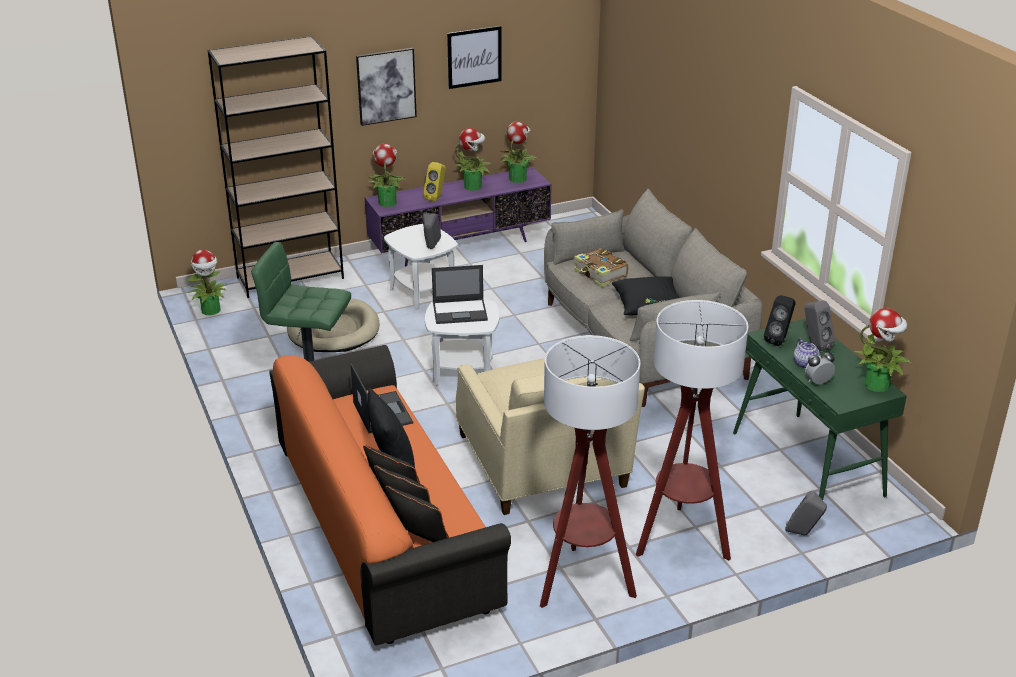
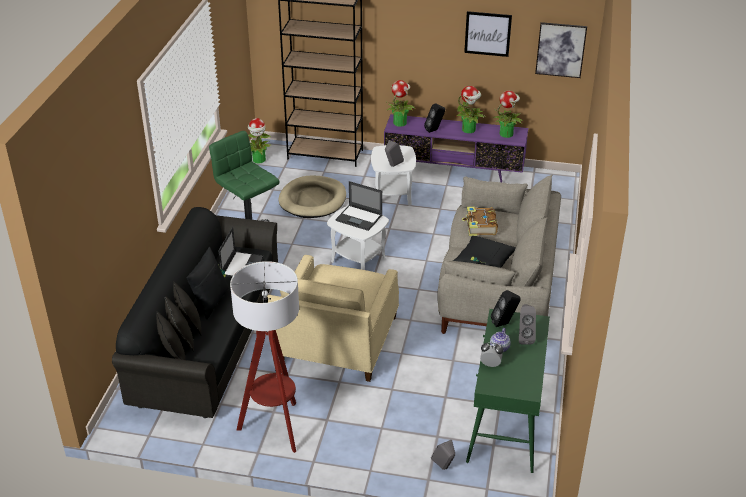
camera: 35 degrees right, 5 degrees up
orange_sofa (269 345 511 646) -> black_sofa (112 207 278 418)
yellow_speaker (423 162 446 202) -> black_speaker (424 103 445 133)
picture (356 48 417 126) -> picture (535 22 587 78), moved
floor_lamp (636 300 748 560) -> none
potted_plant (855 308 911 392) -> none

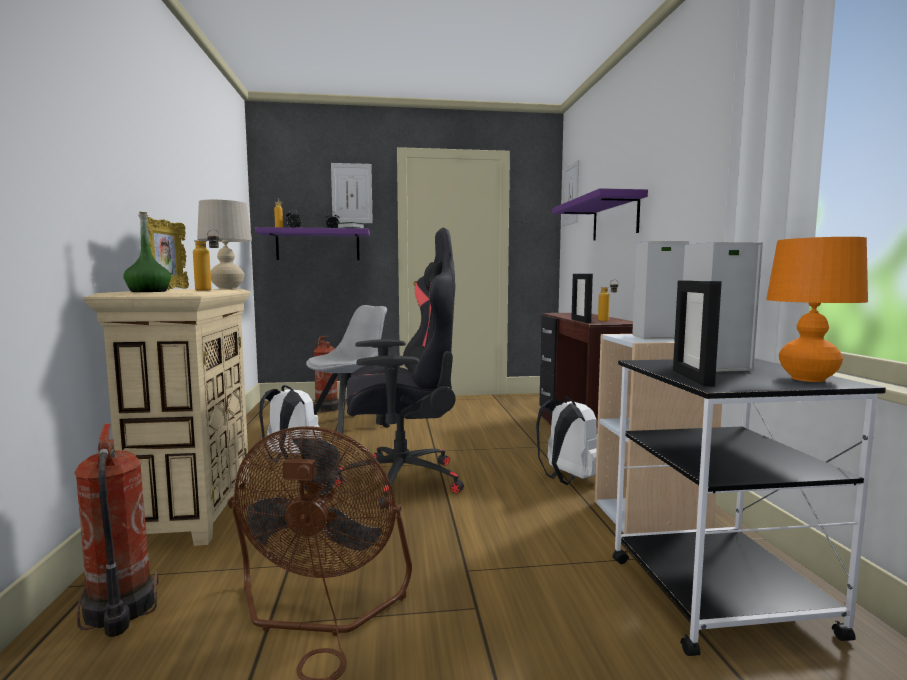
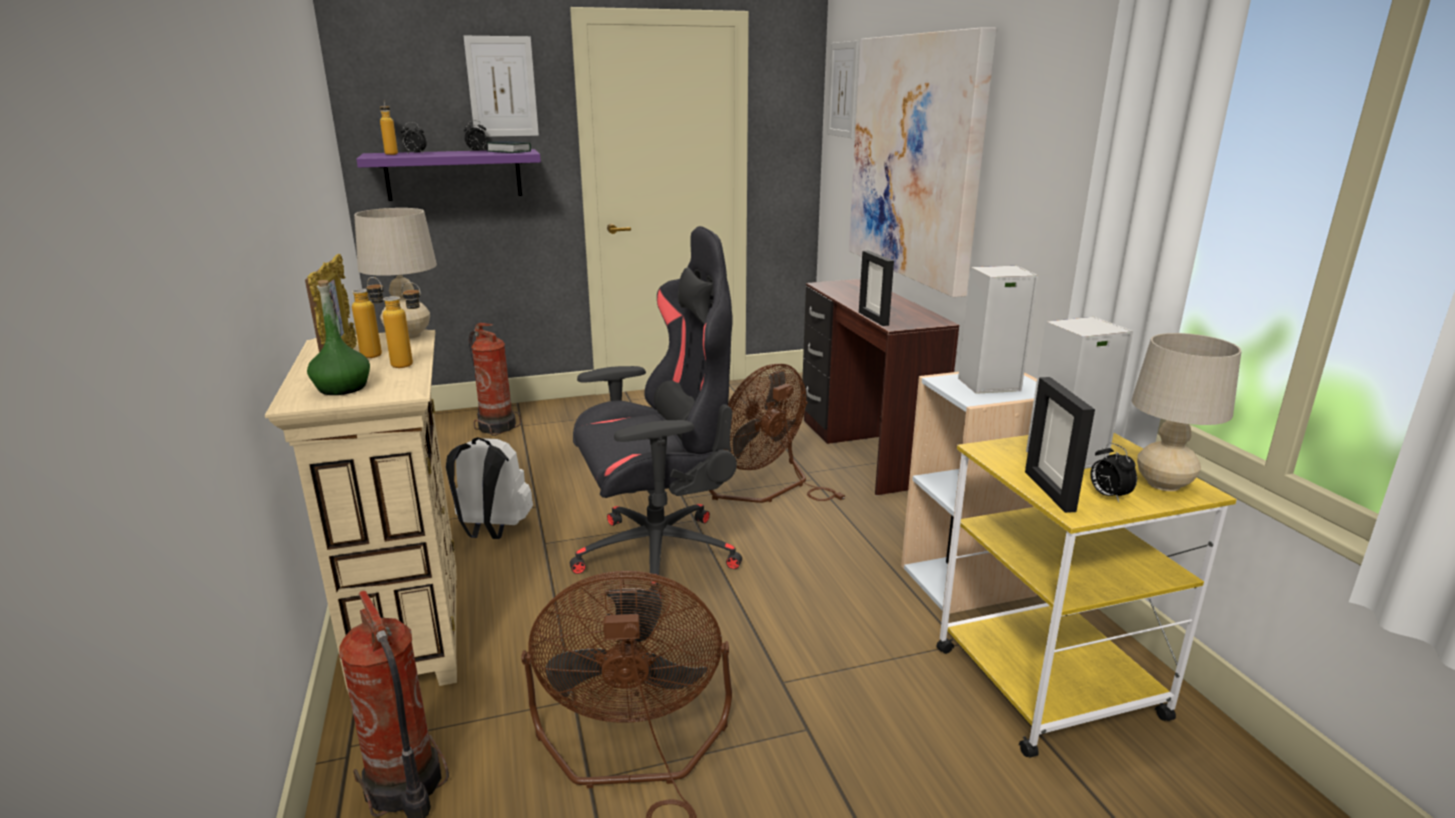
camera: 10 degrees left, 15 degrees up
bottle (598 280 619 322) -> bottle (352 277 384 358), moved
none -> brown_fan (709 364 845 503)
purple_shelf (552 188 648 241) -> picture (849 27 997 297)
black_cart (613 358 886 656) -> yellow_cart (936 433 1237 758)
none -> alarm_clock (1090 443 1137 502)
orange_table_lamp (766 237 868 382) -> beige_table_lamp (1132 333 1241 491)
grey_chair (306 305 390 440) -> none
white_backpack (536 396 597 485) -> none

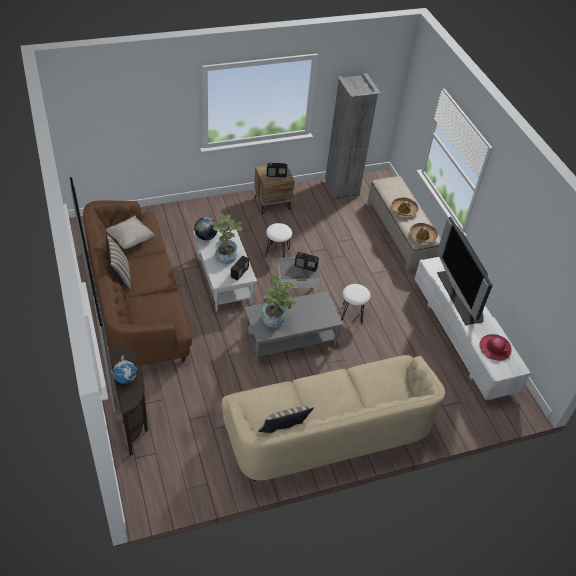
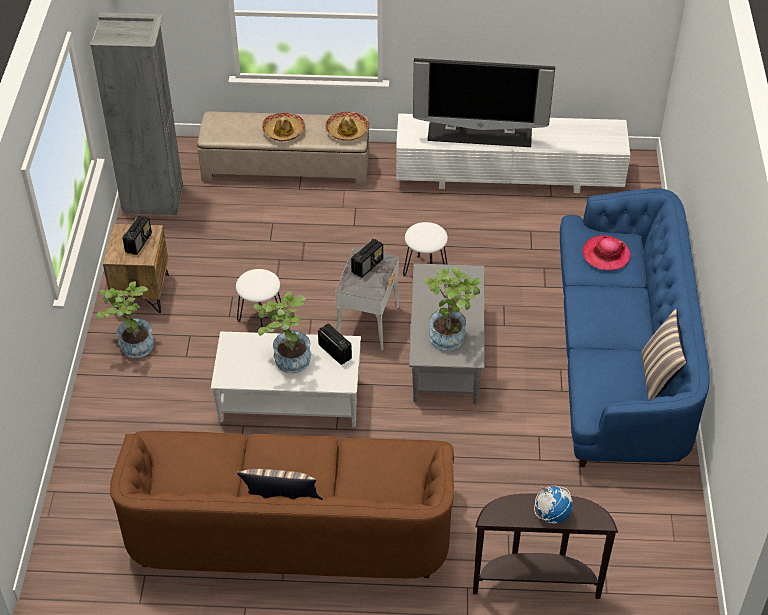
camera: 65 degrees left, 0 degrees up
none -> potted_plant (96 281 154 358)
beige_sofa (221 355 445 481) -> blue_sofa (560 188 710 467)
hat (480 334 512 361) -> hat (583 235 631 270), moved
beige_pillow (106 216 155 249) -> none
globe (194 217 217 240) -> none

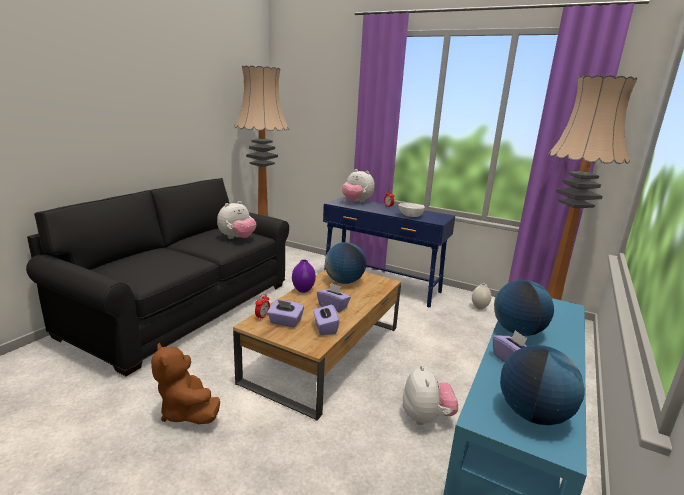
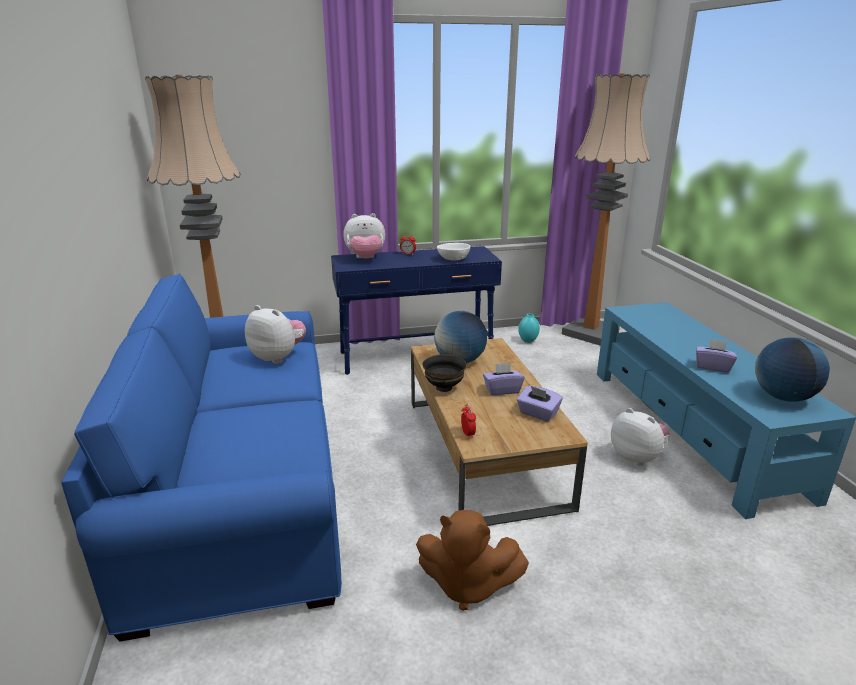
camera: 40 degrees left, 5 degrees up
black_sofa (26 178 289 376) -> blue_sofa (61 274 342 642)
plush_toy (217 201 257 239) -> plush_toy (245 305 306 364), 60 degrees counterclockwise
purple_vase (292 259 316 293) -> black_bowl (423 354 466 392)
white_vase (472 283 492 309) -> turquoise_vase (518 313 540 343)
purple_tissue_box (267 300 304 327) -> none
globe (494 280 554 336) -> none

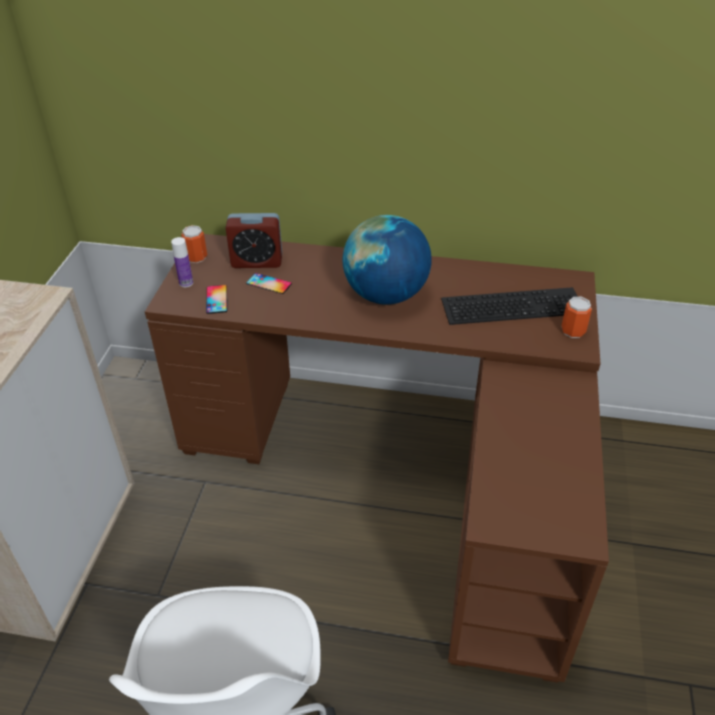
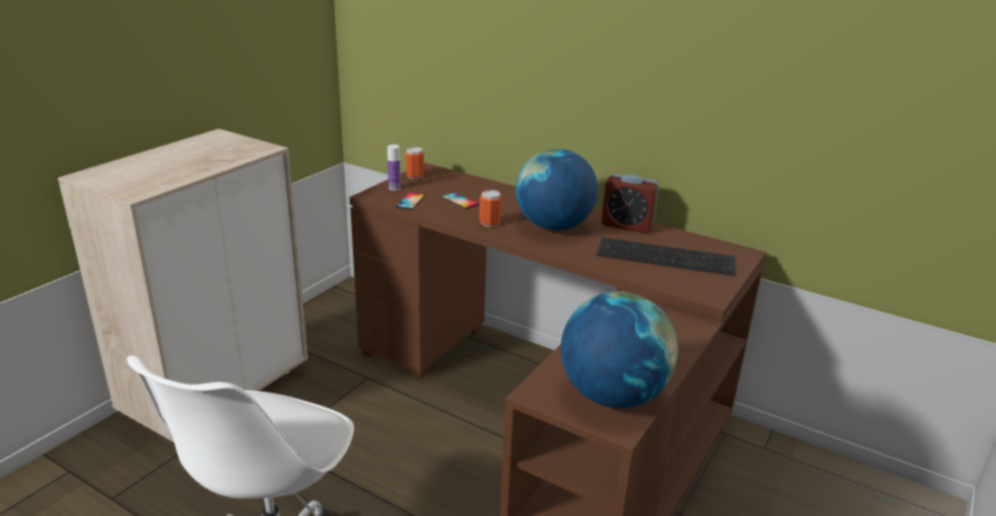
camera: 20 degrees right, 15 degrees down
can (561 297 592 338) -> can (479 190 502 227), moved
none -> globe (561 291 678 408)
alarm_clock (225 213 282 268) -> alarm_clock (602 174 659 233), moved

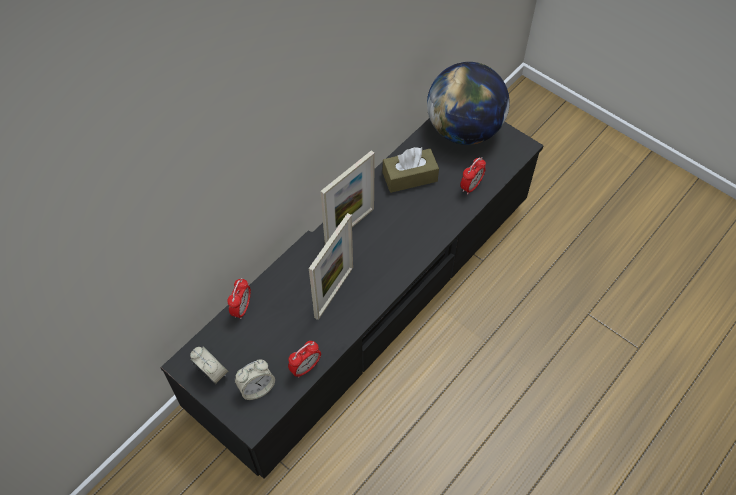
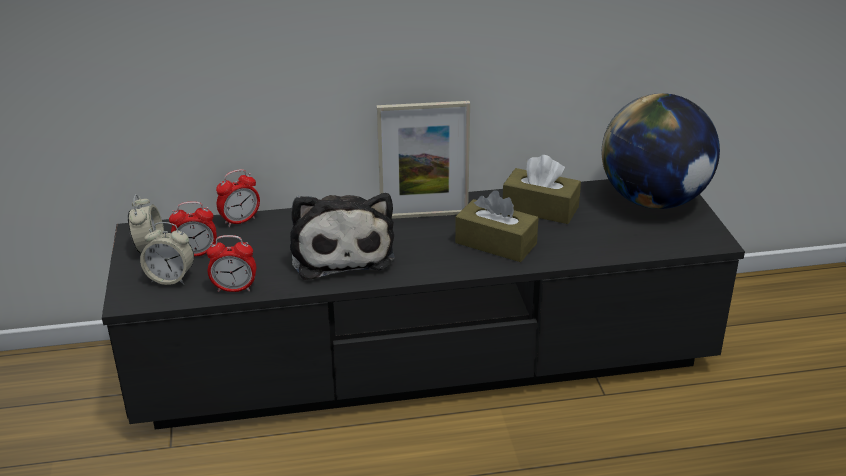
camera: 40 degrees right, 25 degrees down
alarm_clock (460 157 486 195) -> alarm_clock (169 202 217 257), moved
picture_frame (309 213 353 320) -> plush_toy (290 193 395 280)
none -> brown_tissue_box (455 190 539 262)

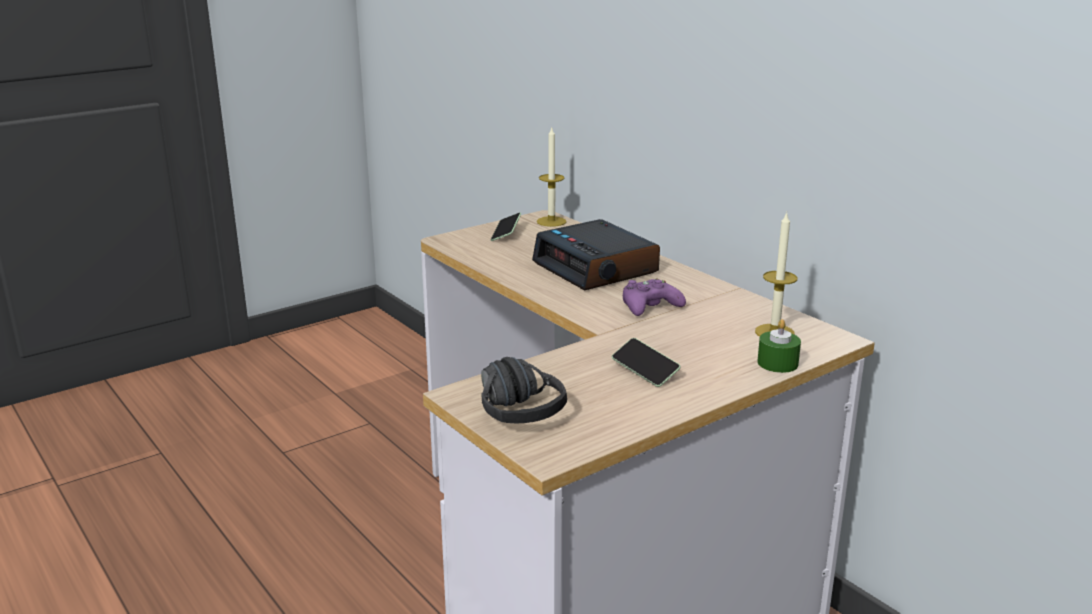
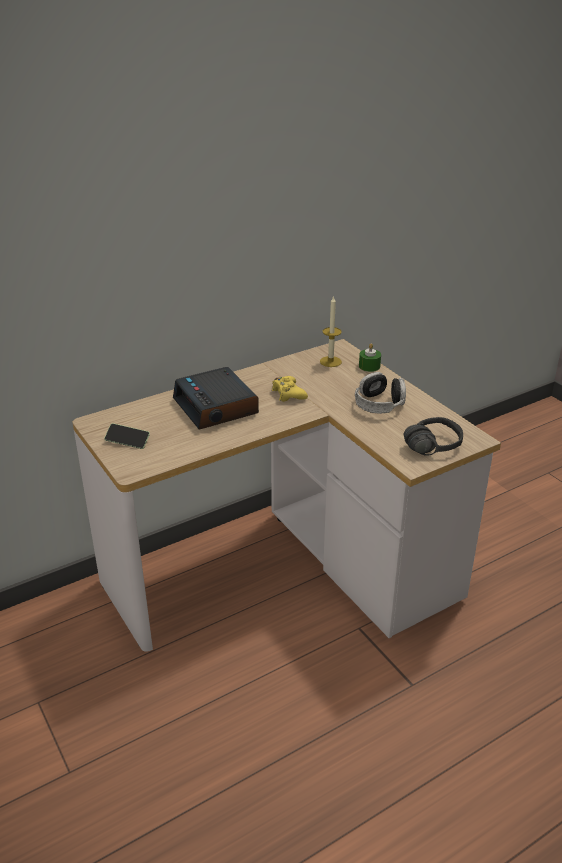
camera: 85 degrees left, 10 degrees up
alarm_clock (532 219 660 291) -> alarm_clock (173 367 259 430), 90 degrees clockwise
purple_game_controller (623 278 686 316) -> yellow_game_controller (272 376 308 402)
phone (612 338 681 387) -> headphones (355 372 406 414)
candle (537 128 566 227) -> none

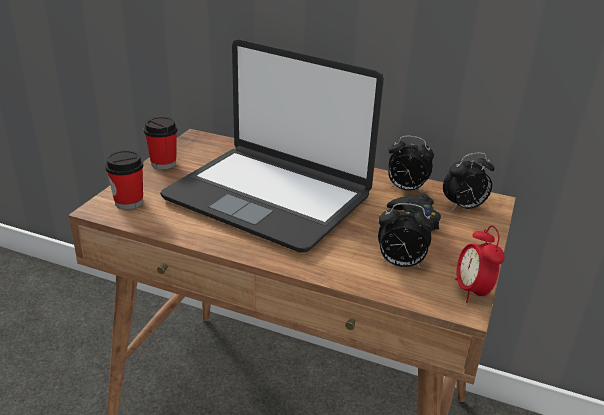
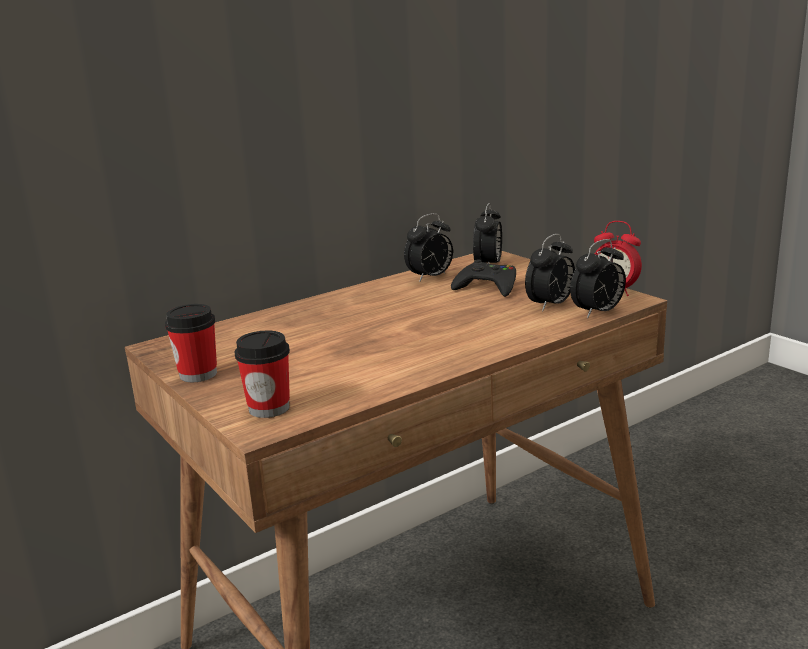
camera: 55 degrees left, 10 degrees down
none -> alarm_clock (570 239 626 318)
laptop (160 39 384 253) -> none

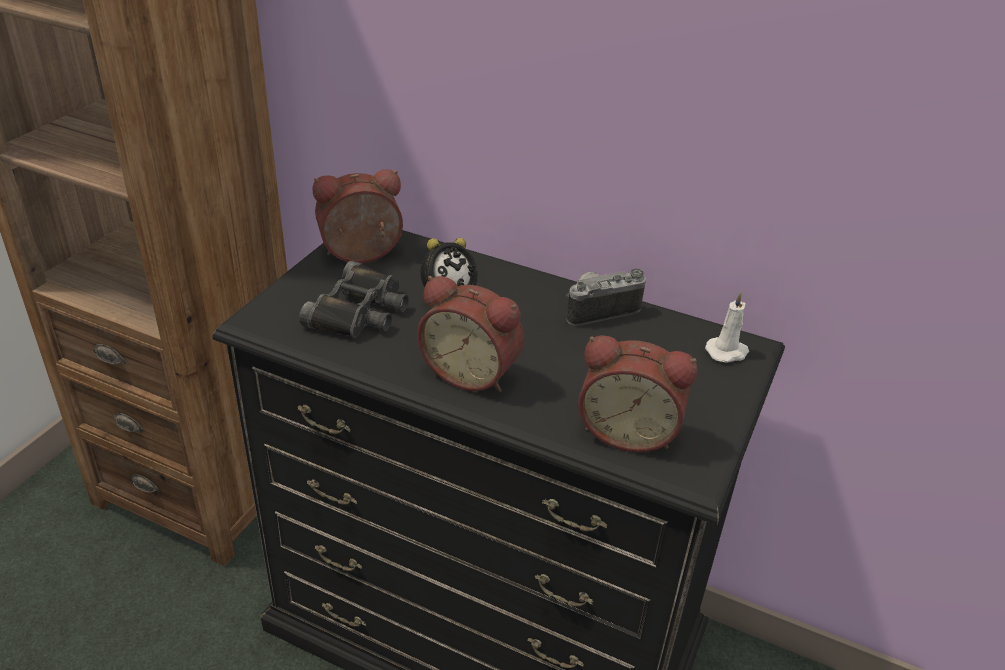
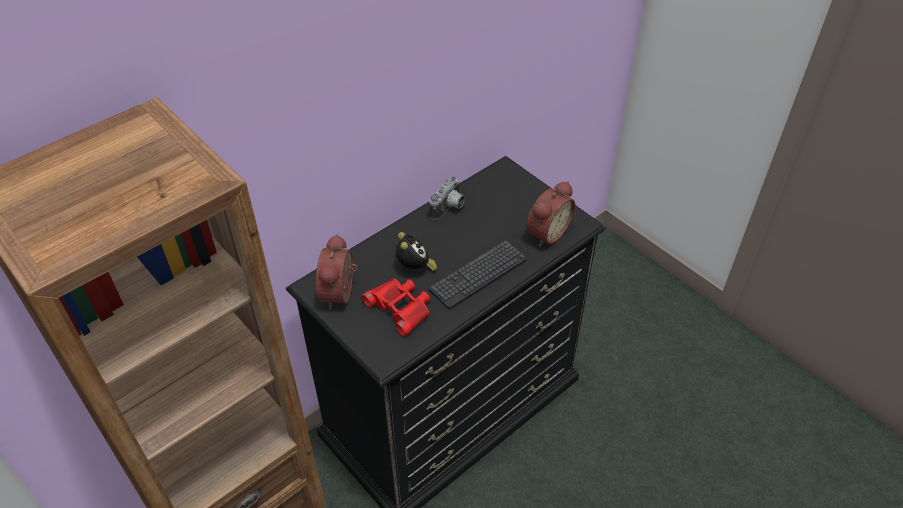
camera: 65 degrees left, 10 degrees up
black_binoculars (299 261 409 338) -> red_binoculars (362 279 430 336)
photo_camera (566 268 646 326) -> photo_camera (429 177 465 220), 150 degrees counterclockwise
alarm_clock (417 276 524 392) -> keyboard (429 240 527 310)
white_candle (705 292 749 363) -> none

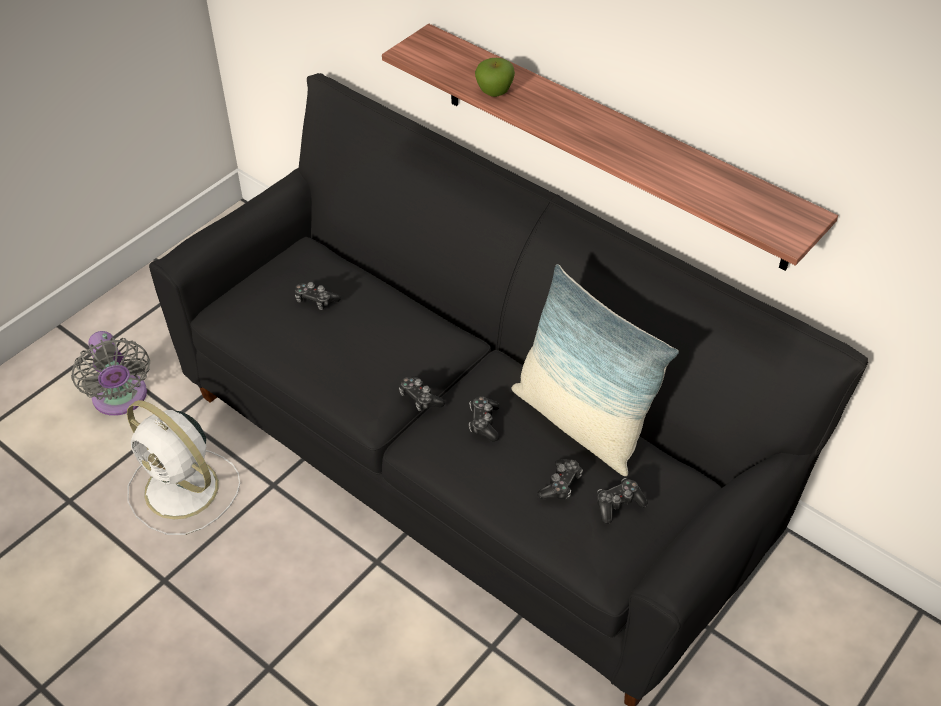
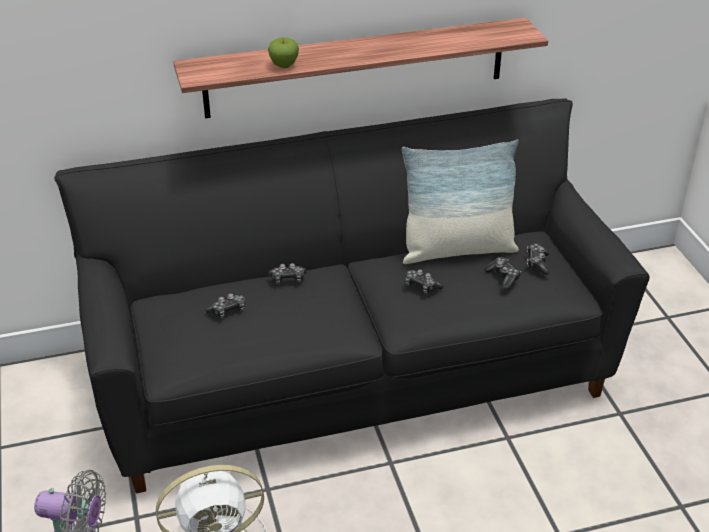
camera: 55 degrees left, 10 degrees down
game_controller (399 376 445 411) -> game_controller (268 263 307 284), moved

